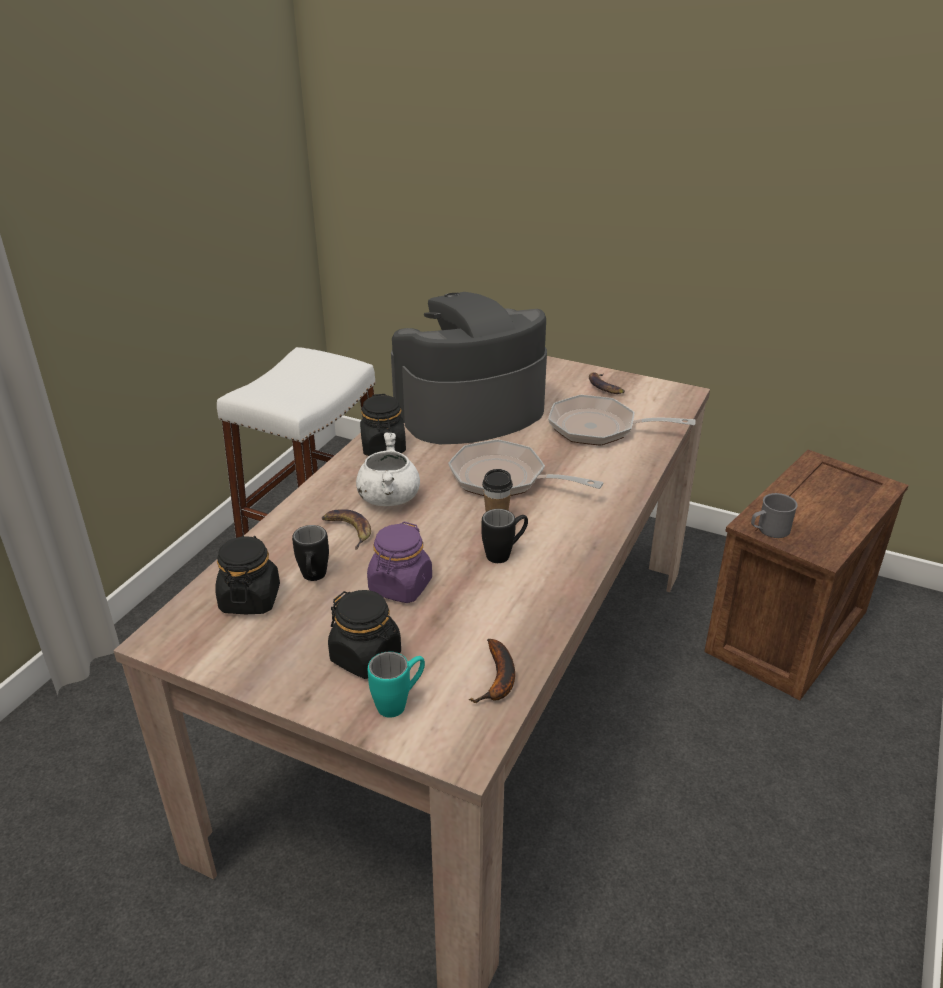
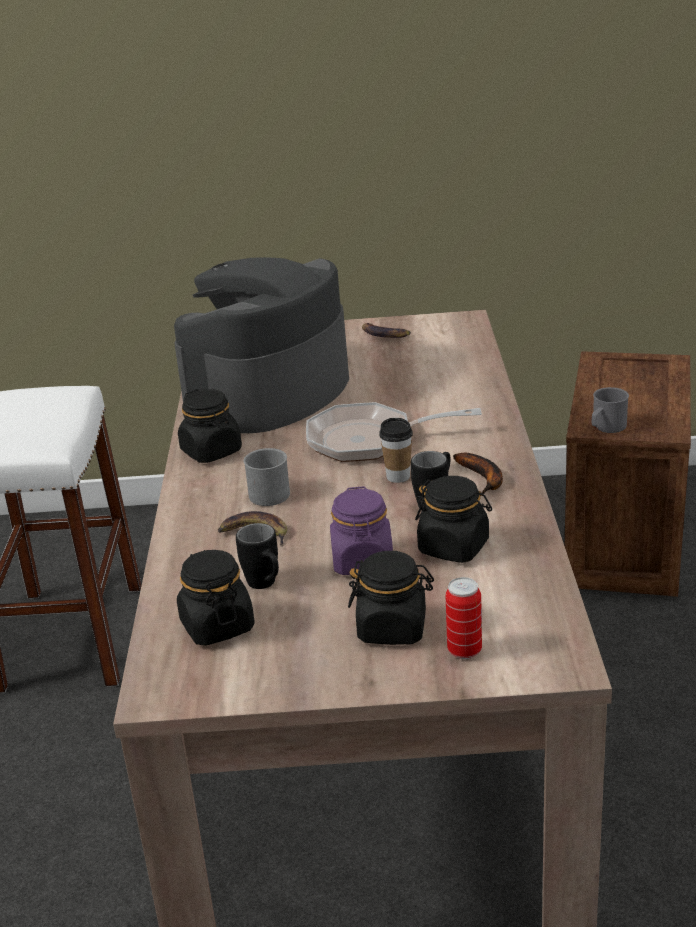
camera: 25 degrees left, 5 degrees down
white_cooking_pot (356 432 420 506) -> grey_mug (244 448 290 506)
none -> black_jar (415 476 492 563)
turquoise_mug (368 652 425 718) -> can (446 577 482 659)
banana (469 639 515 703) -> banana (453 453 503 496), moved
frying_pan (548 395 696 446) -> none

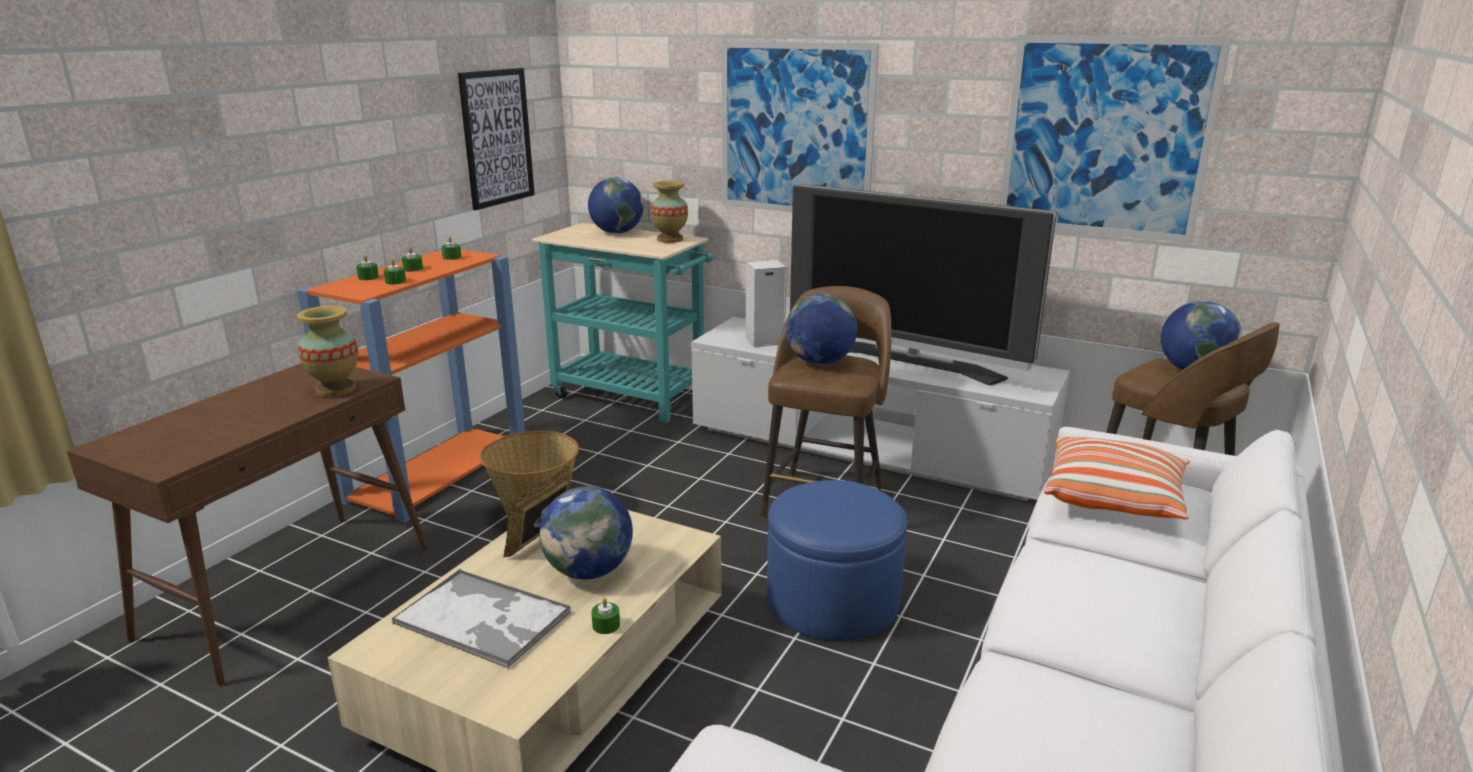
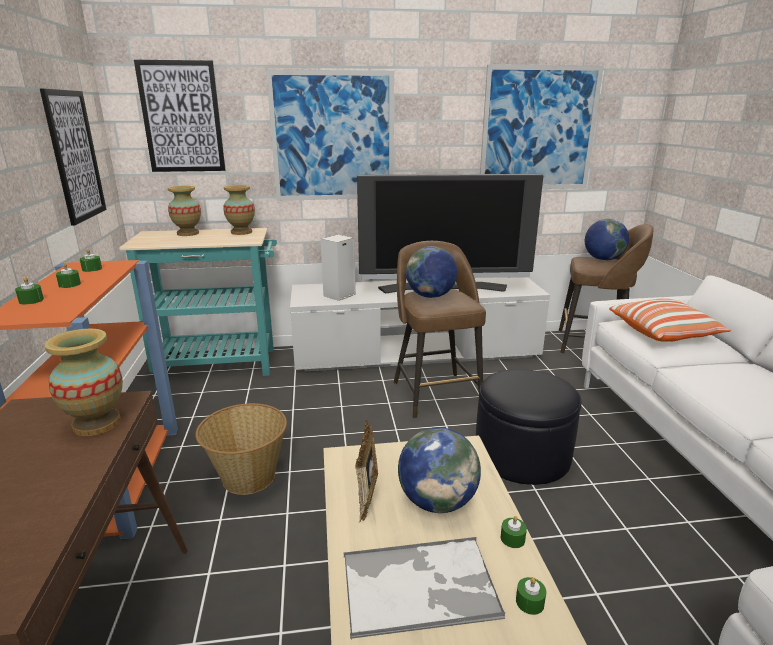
camera: 35 degrees left, 0 degrees up
none -> picture (134 60 226 172)
globe (588 177 644 234) -> vase (168 186 201 236)
blue_ottoman (767 480 907 641) -> black_ottoman (476 369 581 485)
green_candle (384 259 406 285) -> green_candle (516 577 546 615), moved

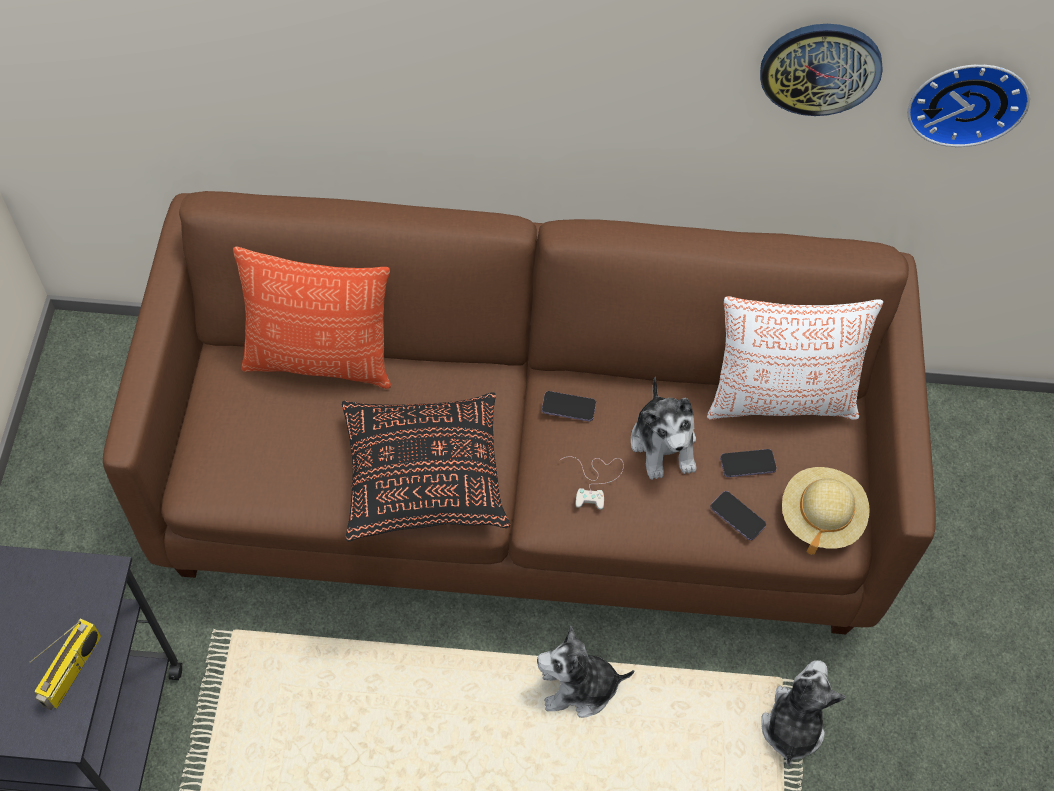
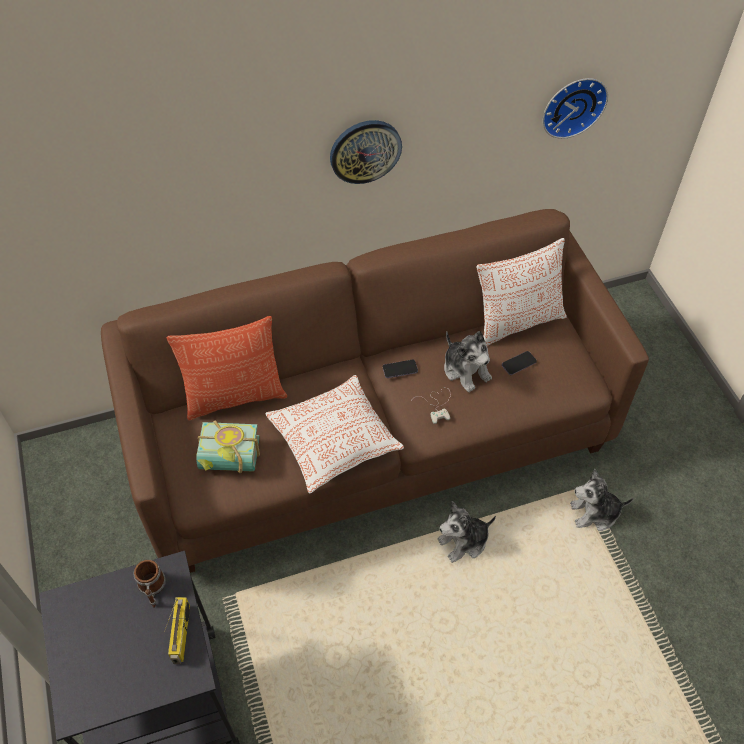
camera: 20 degrees left, 5 degrees down
none -> mug (133 560 166 608)
none -> book (196 420 260 473)
black_pillow (342 392 510 541) -> white_pillow (265 375 404 493)
wall_clock (760 24 883 116) -> wall_clock (330 120 402 184), moved
plush_toy (761 660 847 766) -> plush_toy (570 468 633 531), 90 degrees counterclockwise
phone (710 491 766 540) -> none
beige_hat (782 467 870 555) -> none

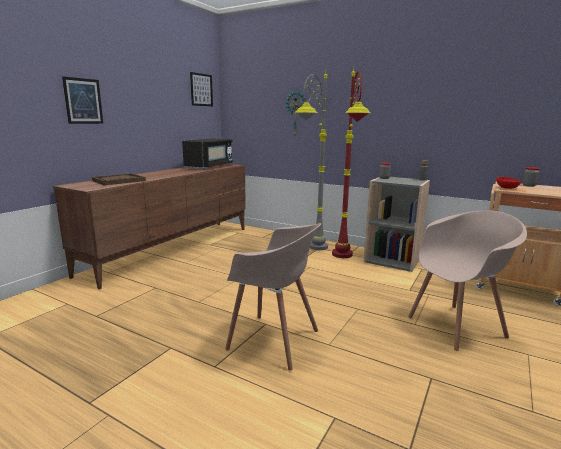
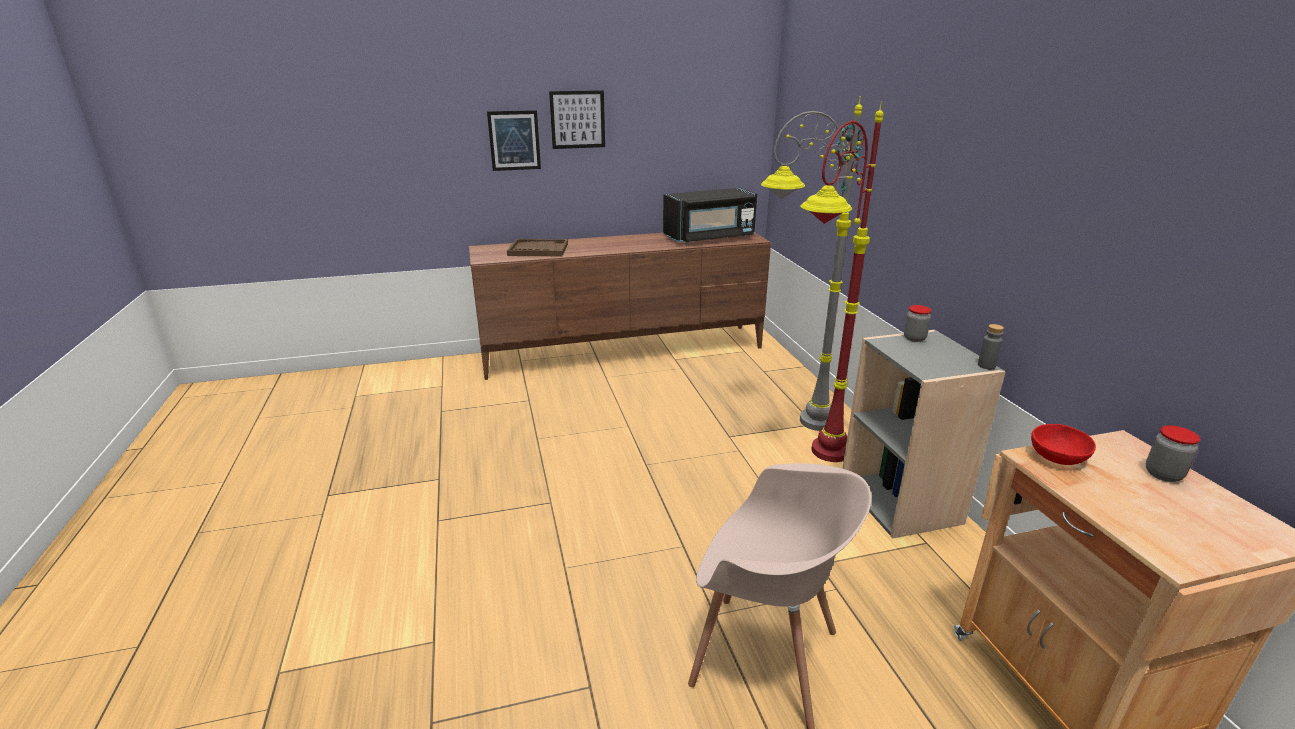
camera: 45 degrees right, 10 degrees up
picture (190 72 213 106) -> picture (549 90 605 149), moved
beige_chair (225 223 321 371) -> none

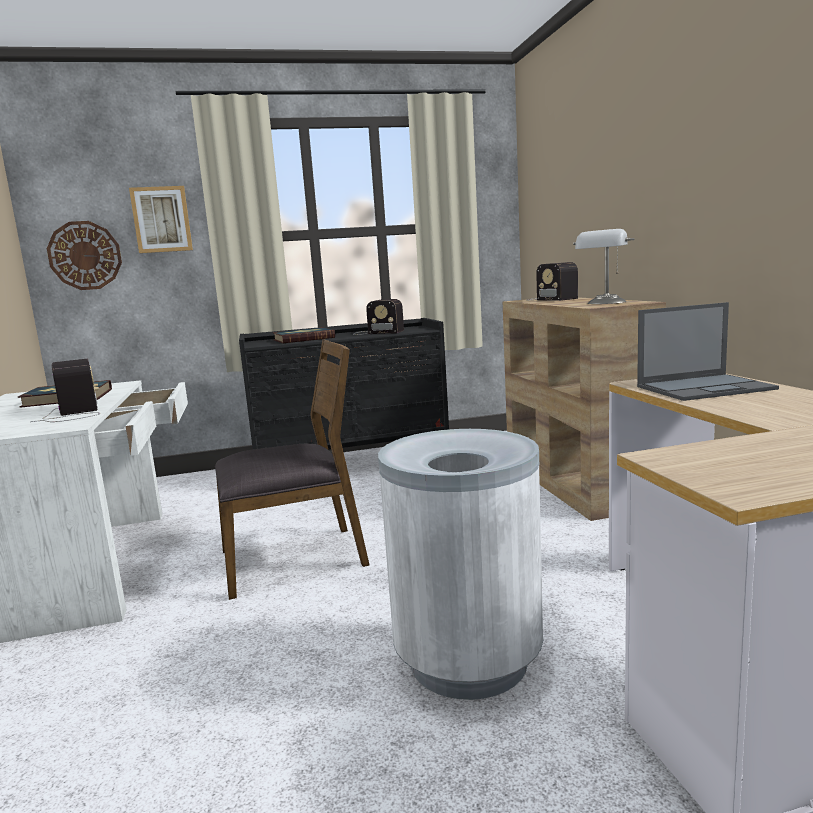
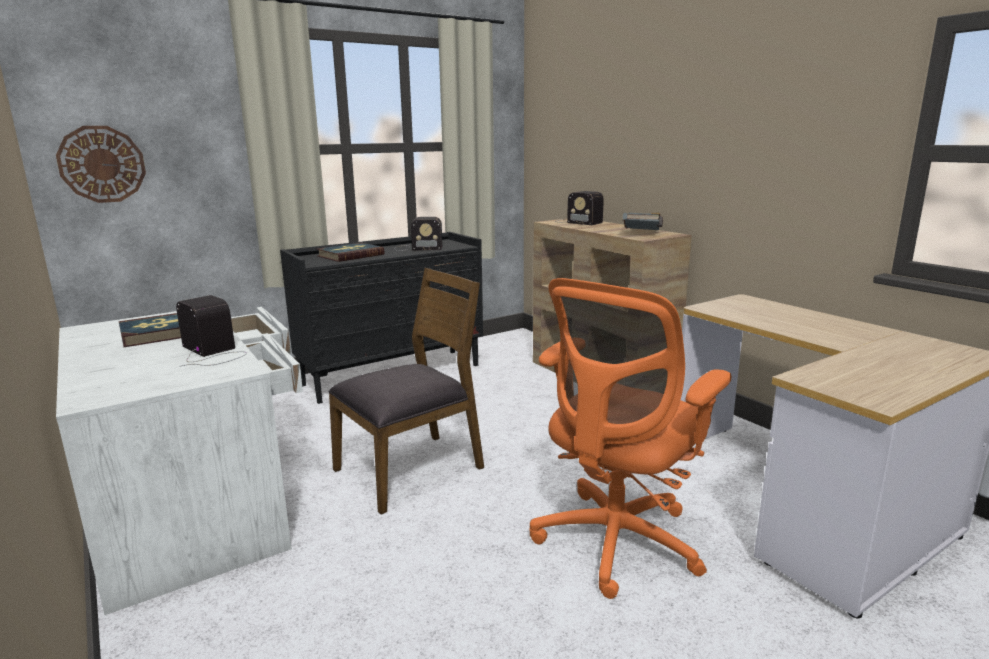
camera: 20 degrees left, 5 degrees up
white_trash_can (378 429 543 700) -> orange_office_chair (530 278 731 599)
white_table_lamp (573 229 635 304) -> grey_book (623 213 663 230)
picture (129 186 193 253) -> none
laptop (637 302 779 401) -> none

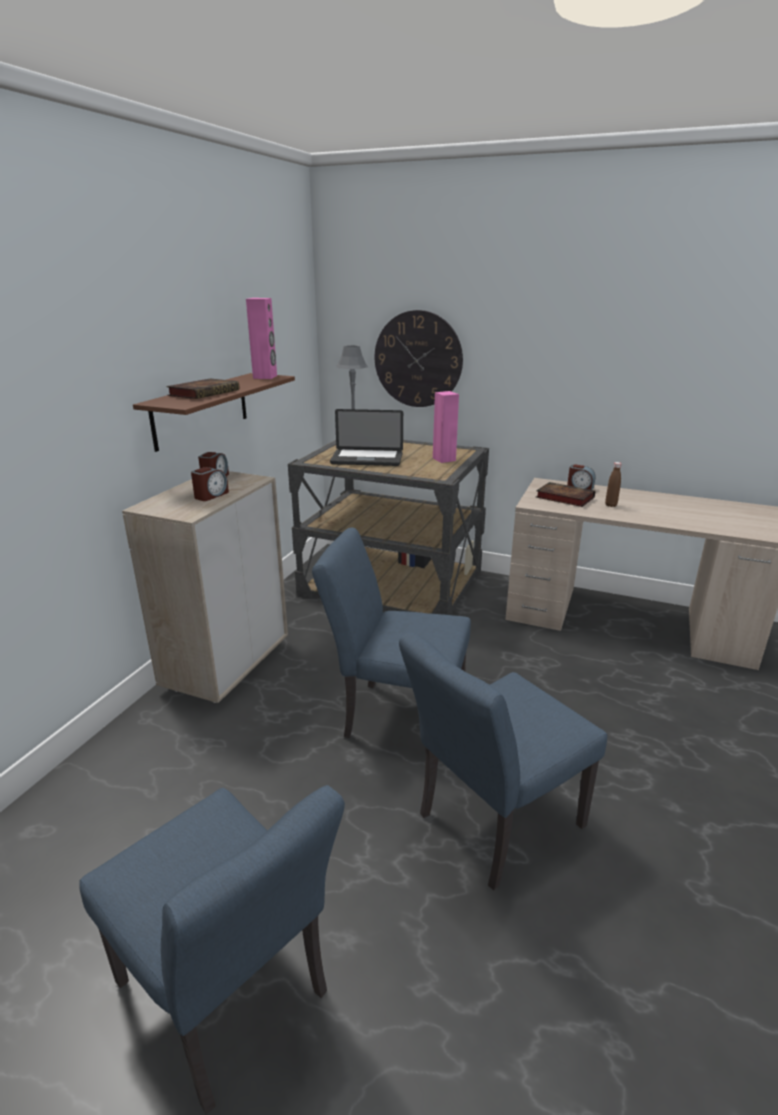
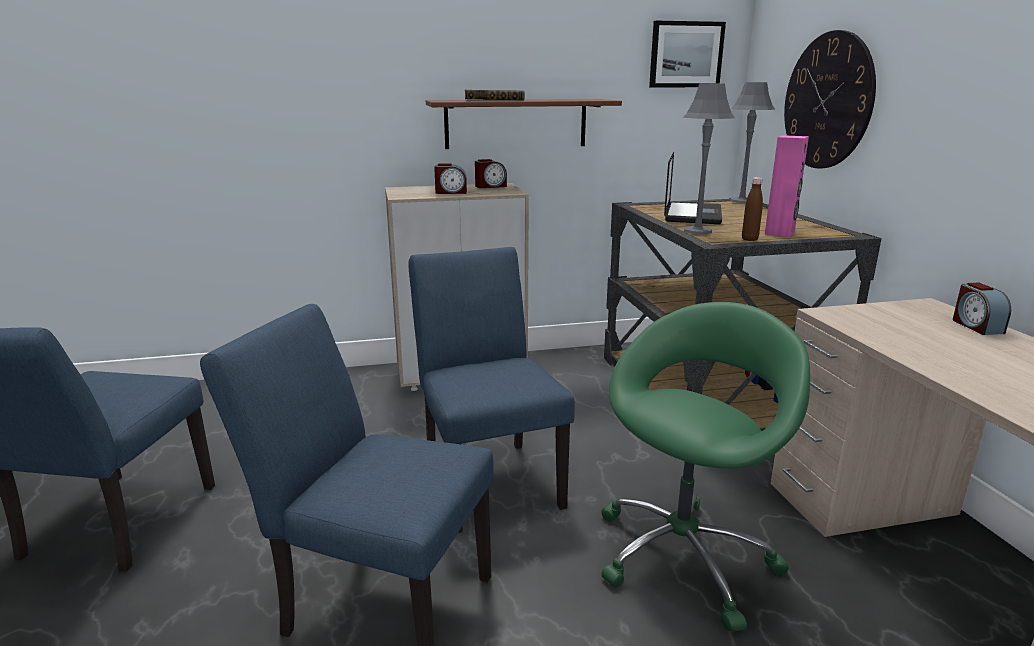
camera: 55 degrees right, 5 degrees down
none -> green_office_chair (601 302 810 631)
none -> picture (649 21 726 87)
laptop (330 409 403 466) -> laptop (664 152 722 224), 135 degrees counterclockwise
none -> grey_table_lamp (683 83 735 234)
brown_bottle (605 462 621 507) -> brown_bottle (742 177 763 241), moved
pink_speaker (246 298 277 379) -> none
book (536 482 595 507) -> none

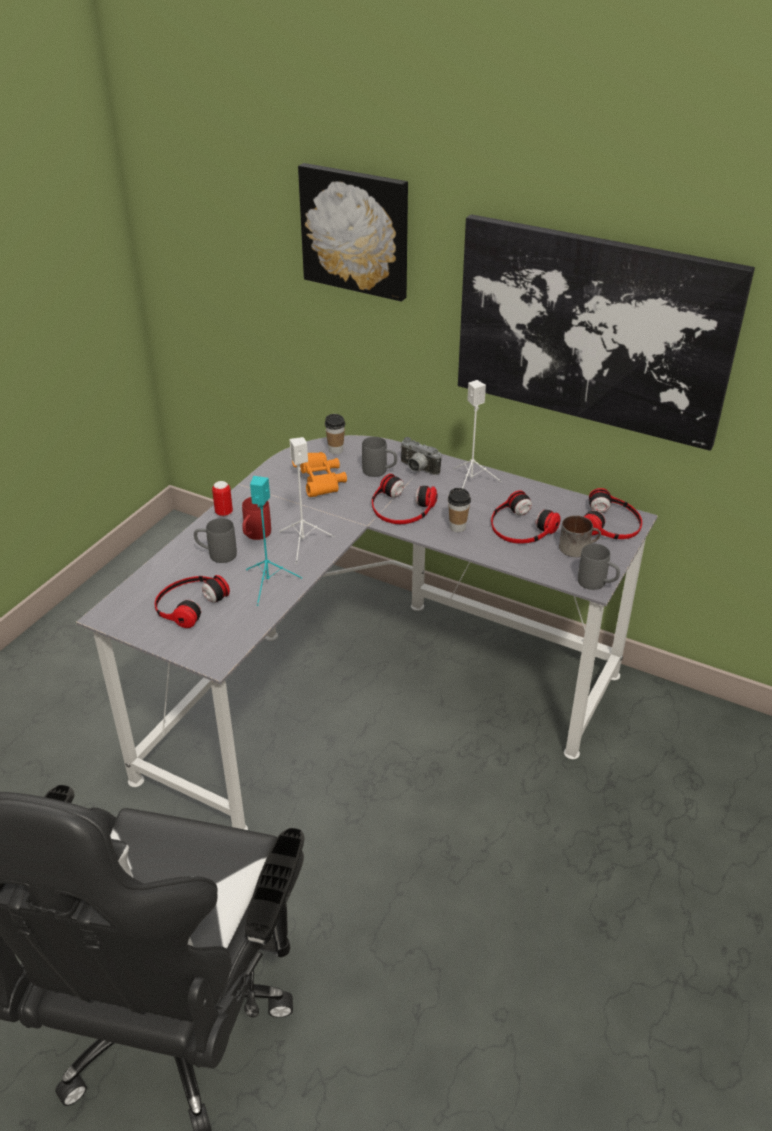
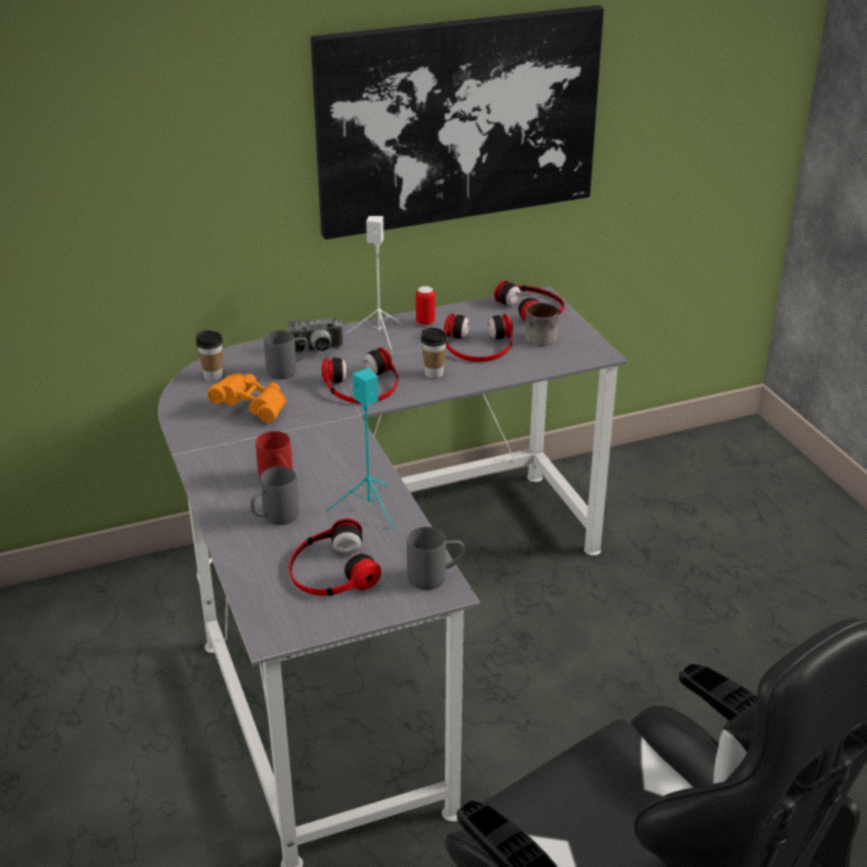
camera: 50 degrees left, 5 degrees down
grey_mug (578 543 620 590) -> grey_mug (407 527 464 590), moved
can (212 481 233 516) -> can (416 286 435 326), moved
white_speaker (279 437 334 564) -> none
picture (298 163 408 301) -> none

